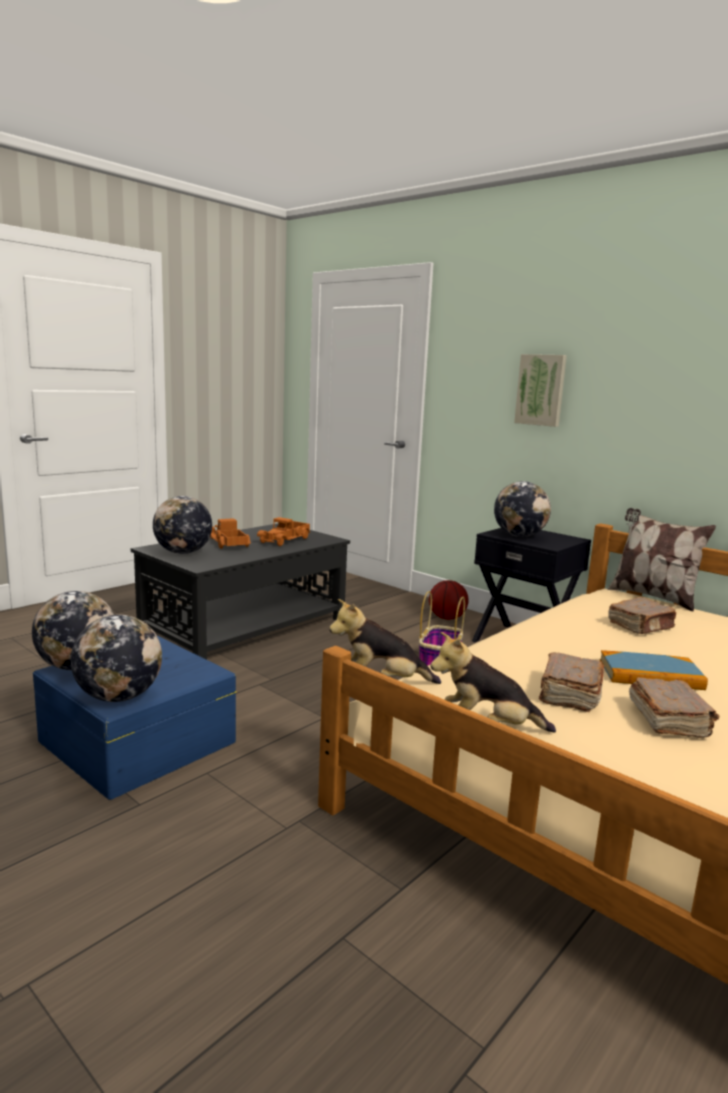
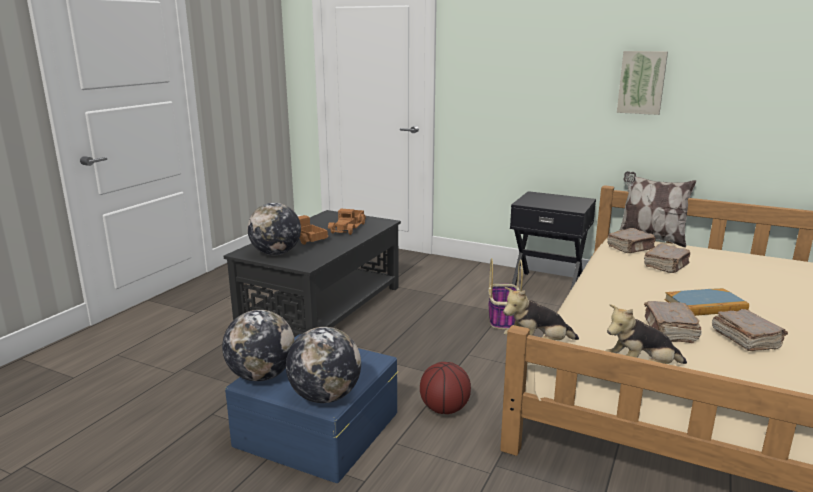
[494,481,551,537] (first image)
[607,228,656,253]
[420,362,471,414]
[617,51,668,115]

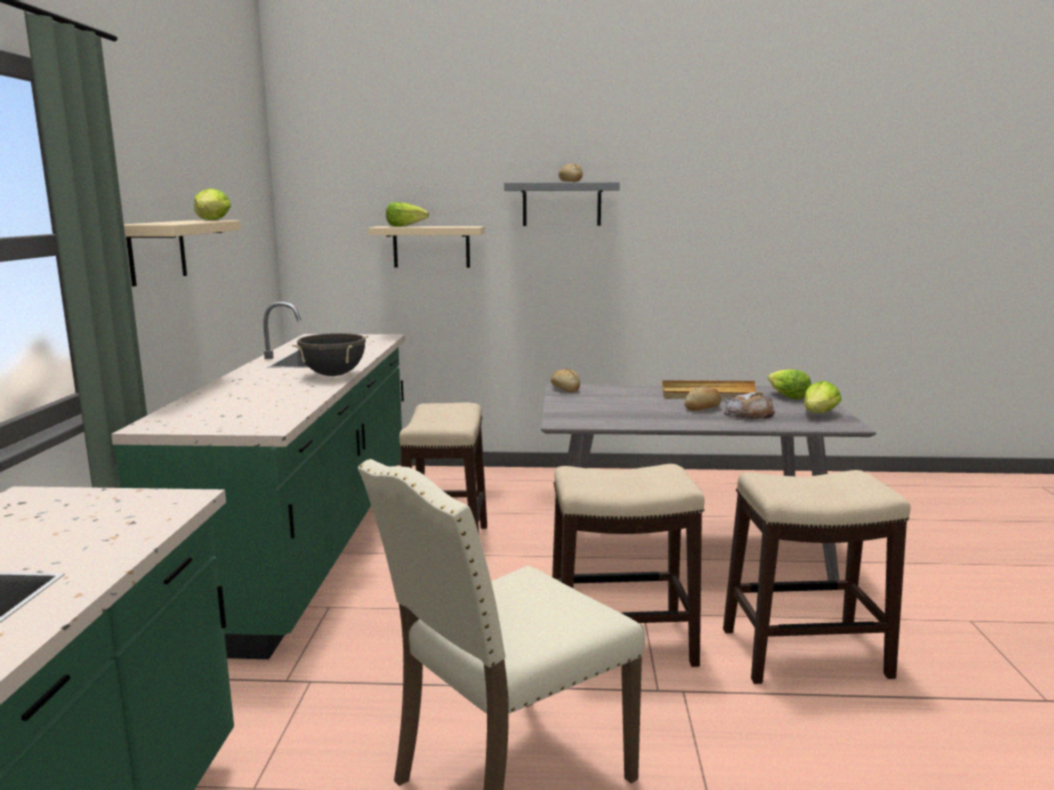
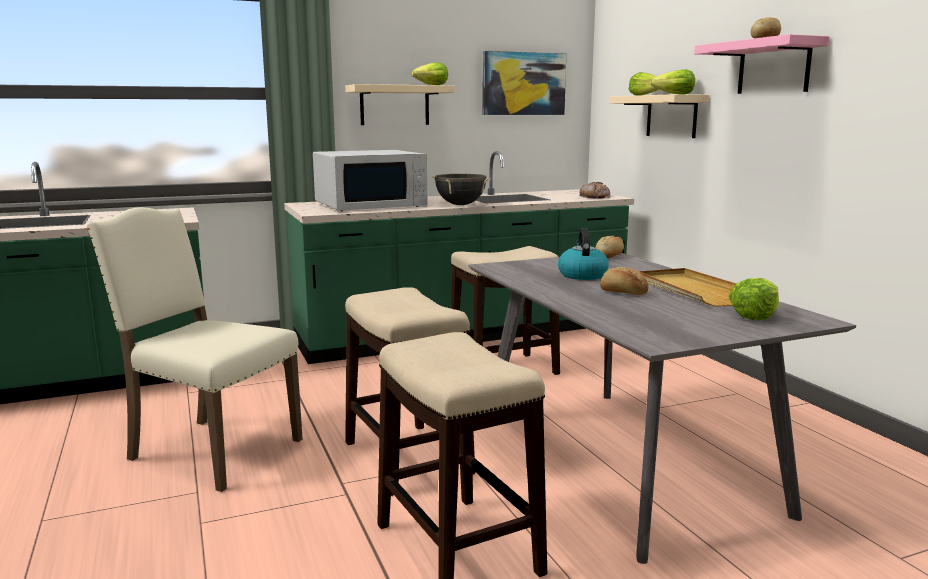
[313,150,427,211]
[482,51,566,115]
[558,228,609,280]
[579,182,610,199]
[650,69,695,94]
[694,34,830,94]

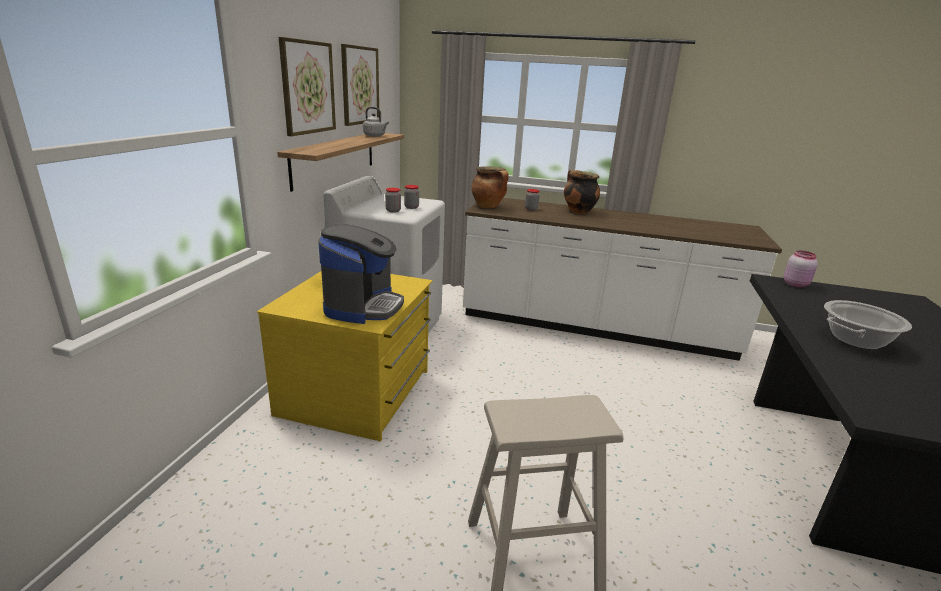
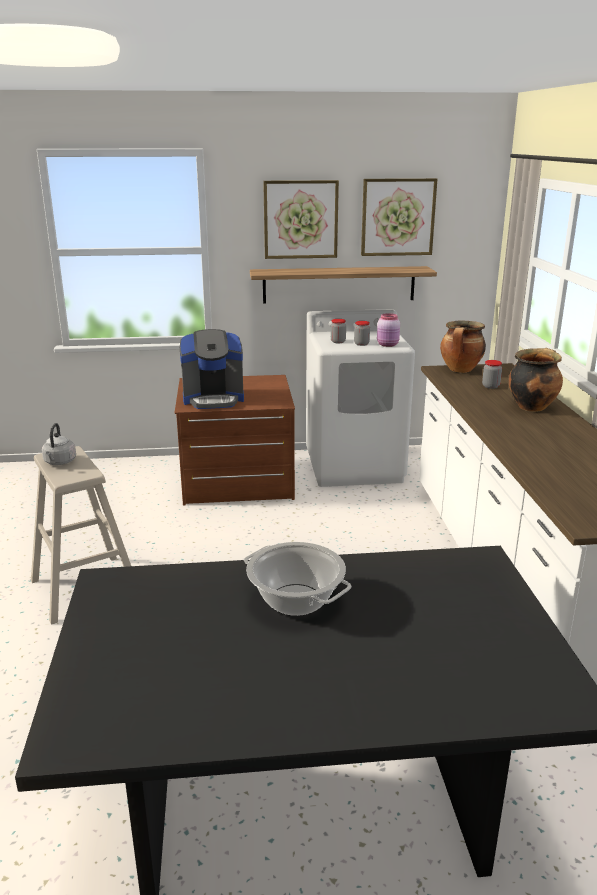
[42,423,76,465]
[377,313,400,347]
[174,375,295,506]

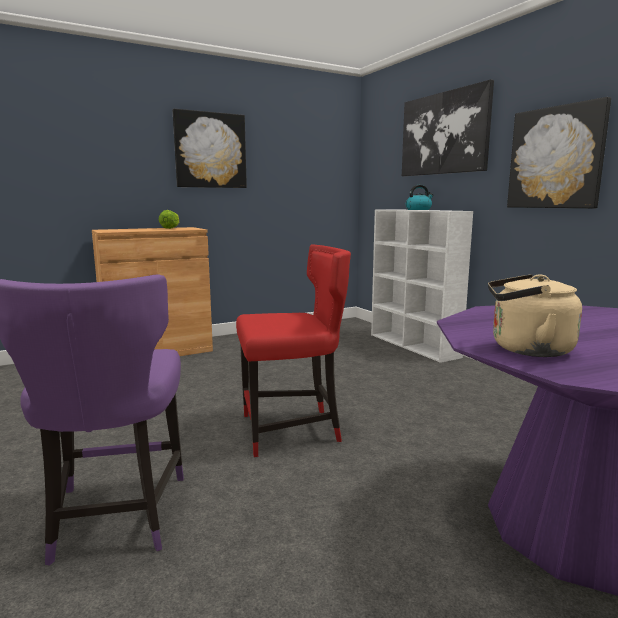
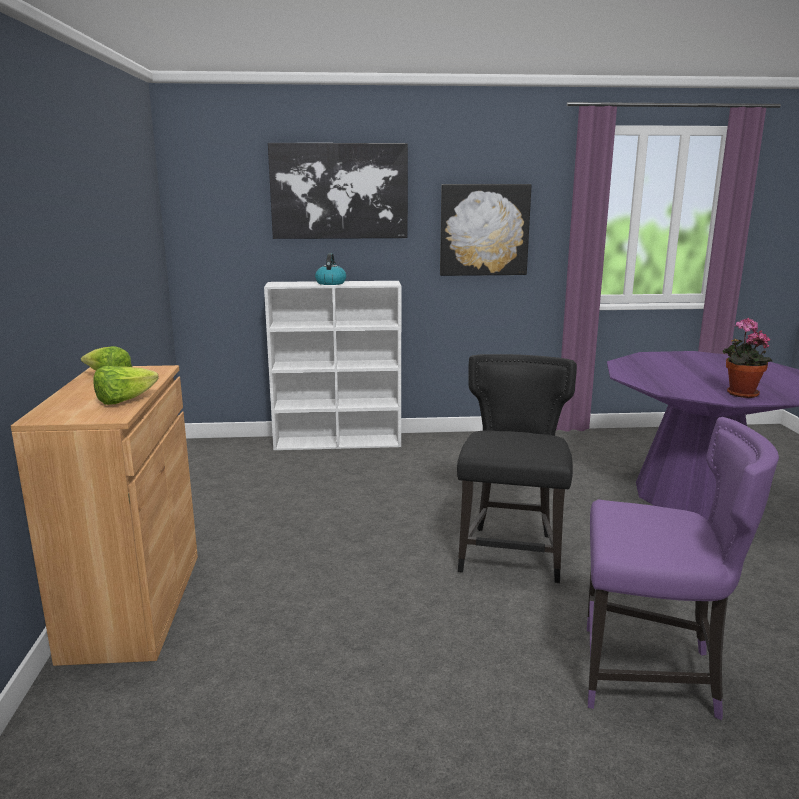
[173,109,247,188] (first image)
[93,366,159,405]
[723,318,772,398]
[457,354,577,583]

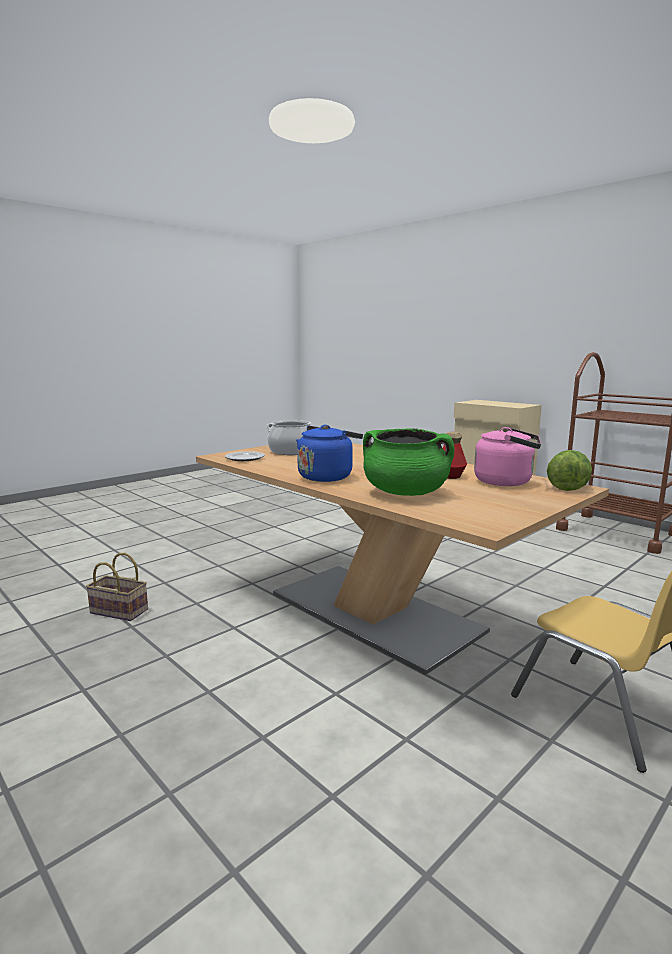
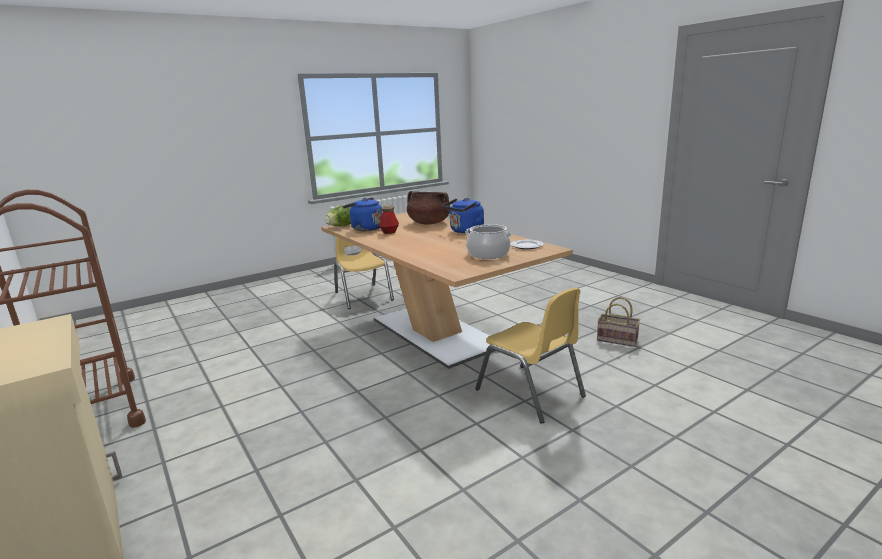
[475,288,586,424]
[407,191,450,225]
[343,197,383,231]

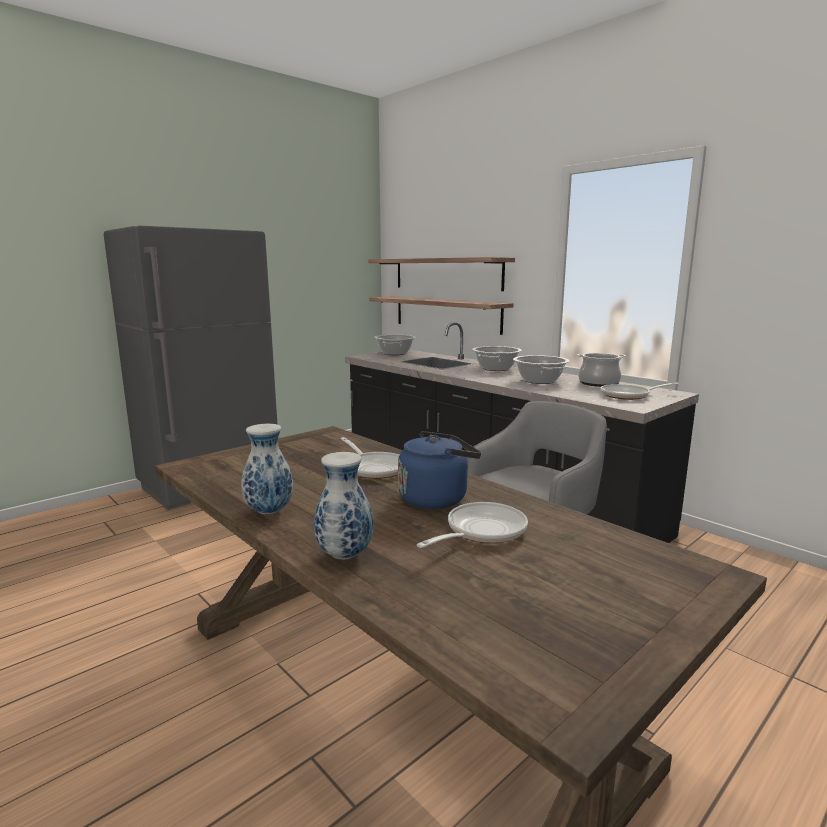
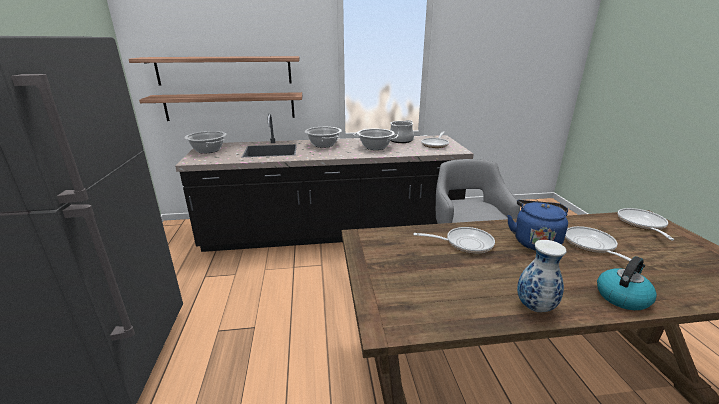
[618,208,675,240]
[597,256,657,310]

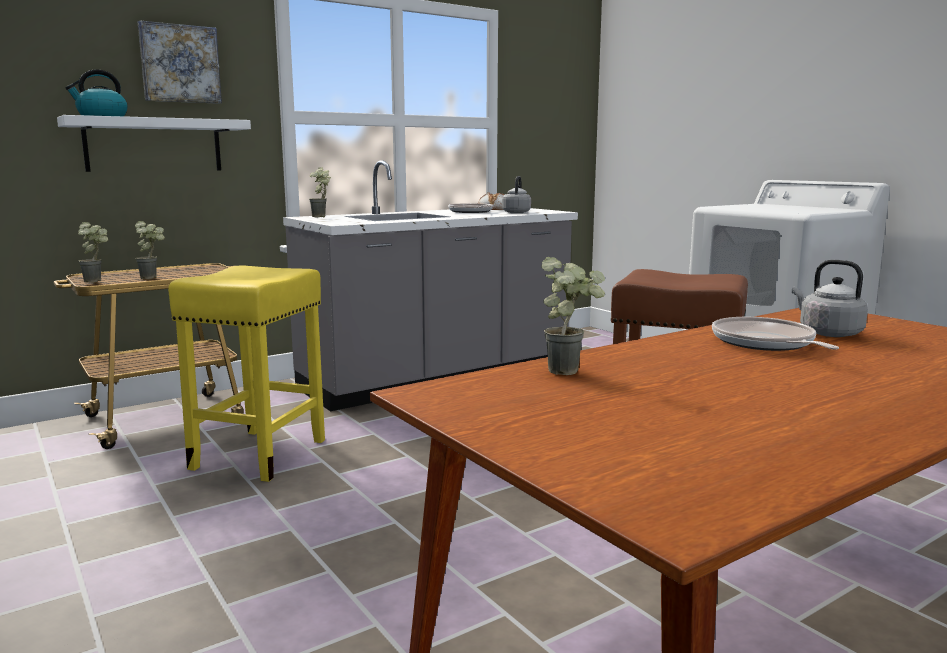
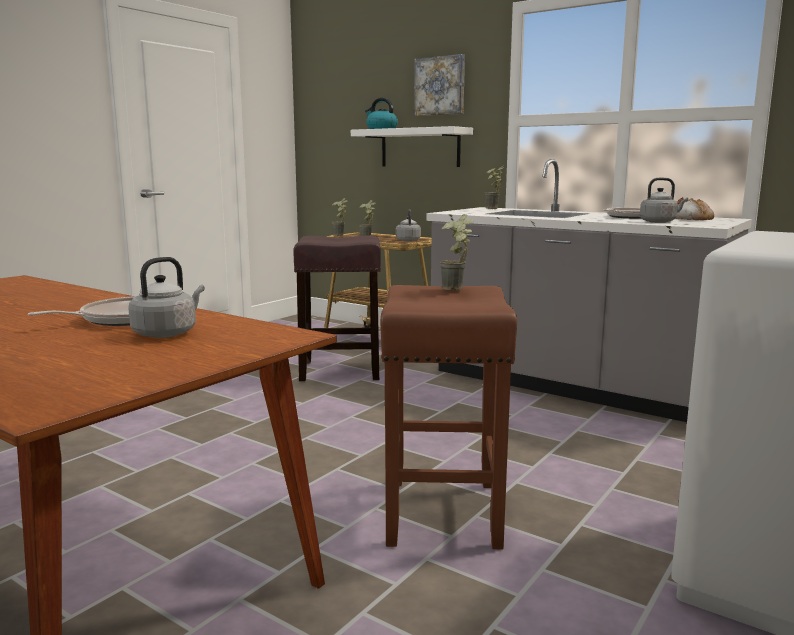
[396,209,421,241]
[440,214,473,290]
[293,235,381,381]

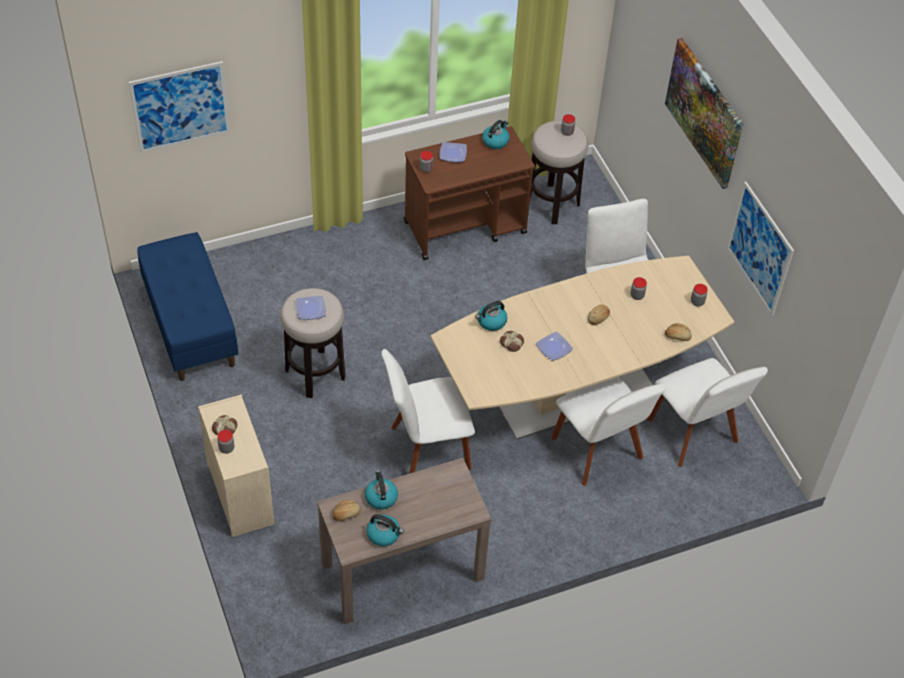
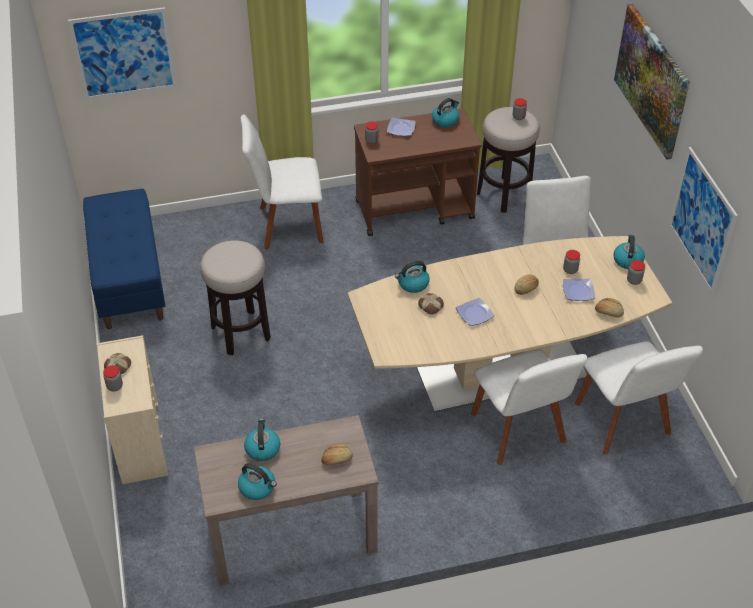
[613,235,645,269]
[563,279,595,301]
[321,444,353,465]
[241,114,324,250]

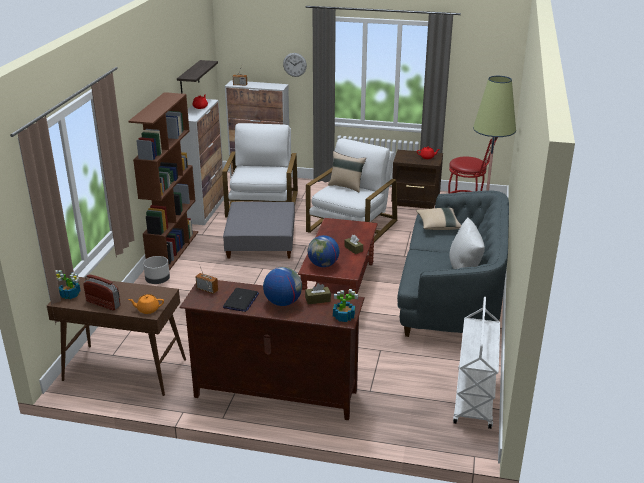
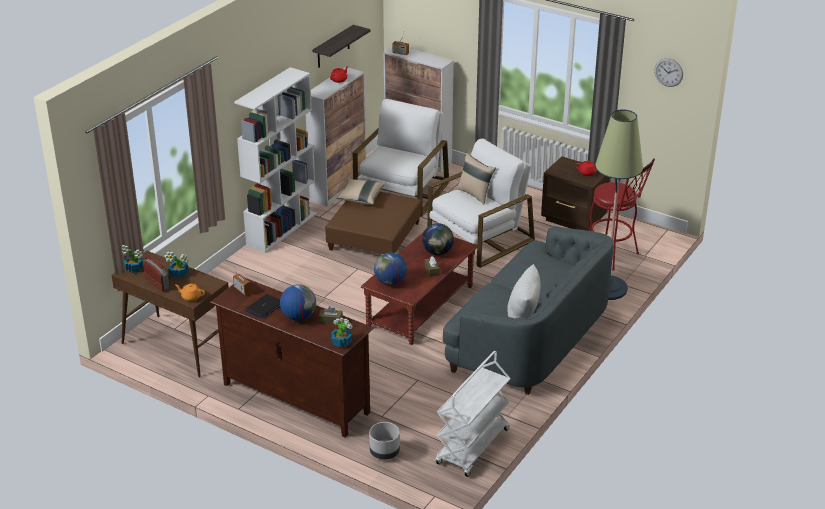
[164,252,189,278]
[422,223,454,255]
[369,422,400,460]
[654,58,683,87]
[337,179,385,205]
[234,67,317,253]
[325,192,422,254]

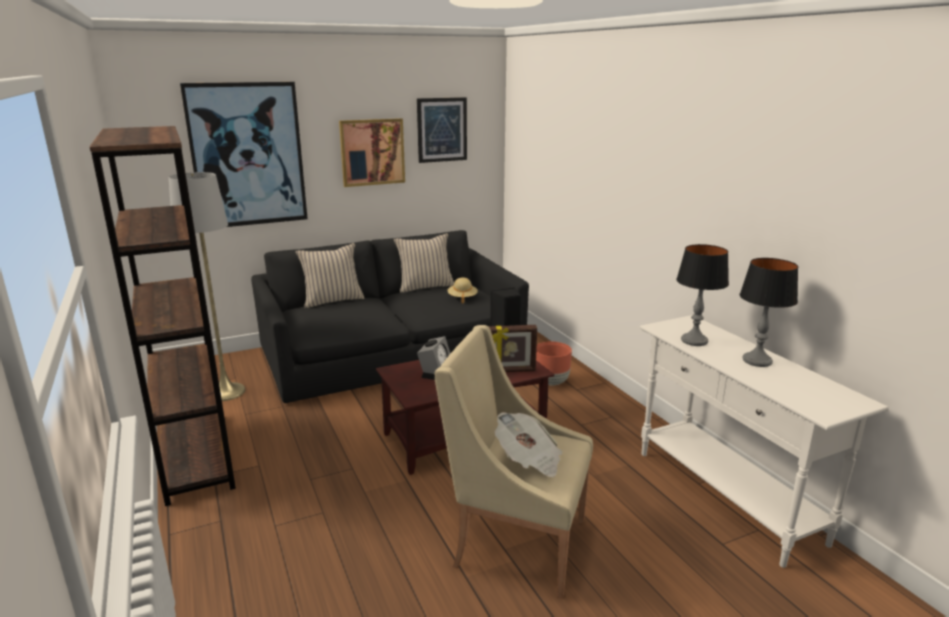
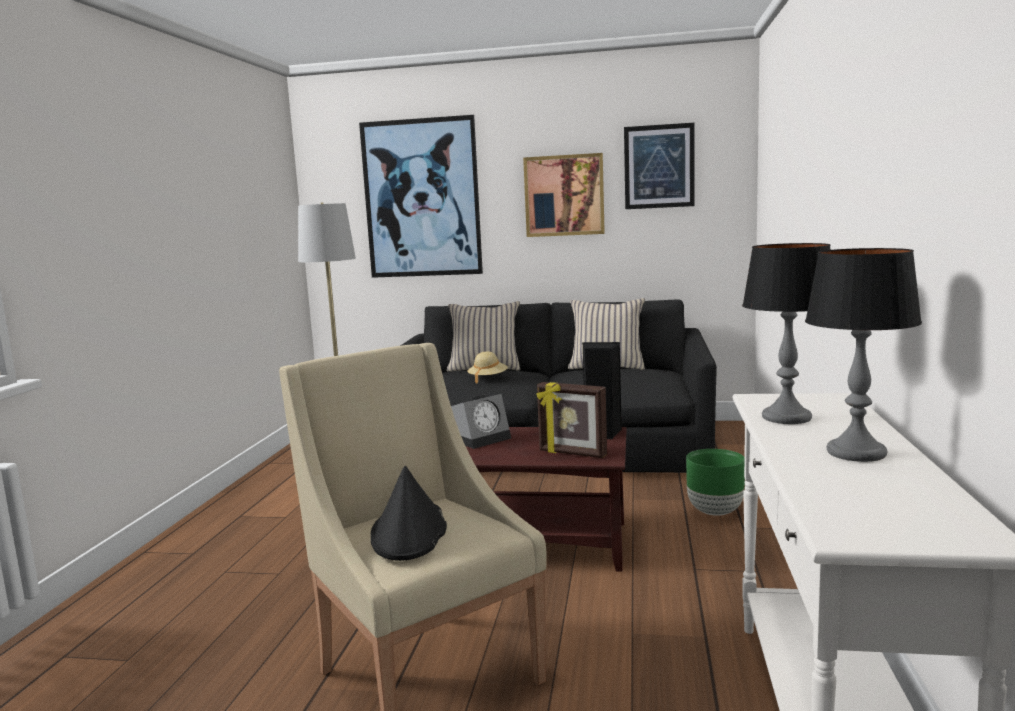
[89,126,236,506] (first image)
[467,351,508,383]
[370,466,447,561]
[686,449,745,516]

